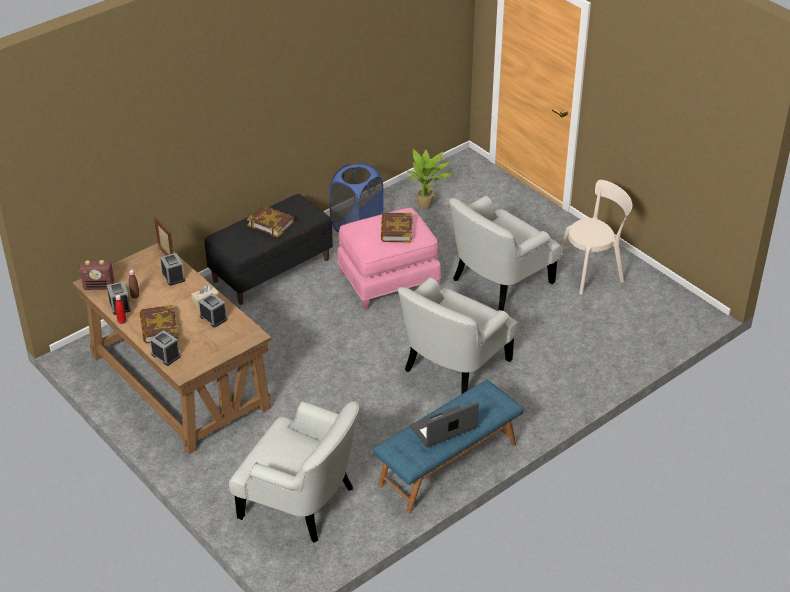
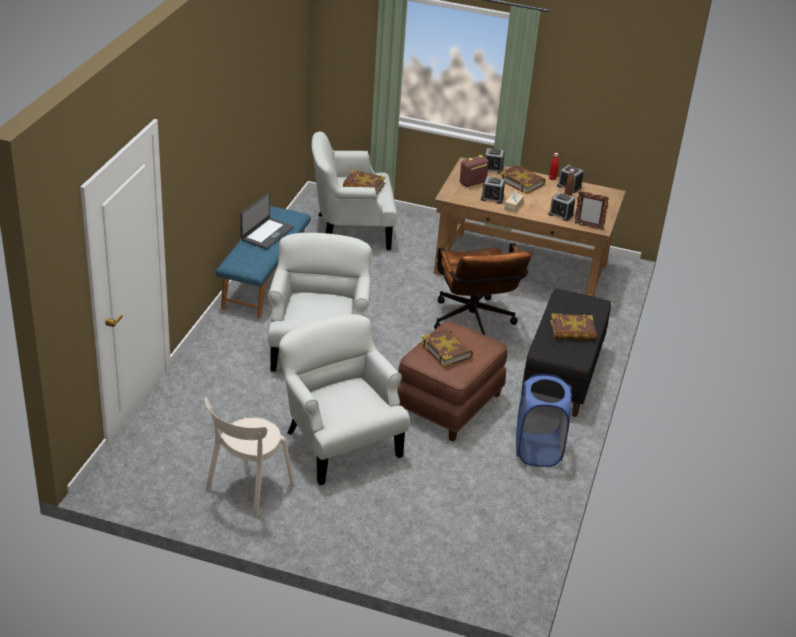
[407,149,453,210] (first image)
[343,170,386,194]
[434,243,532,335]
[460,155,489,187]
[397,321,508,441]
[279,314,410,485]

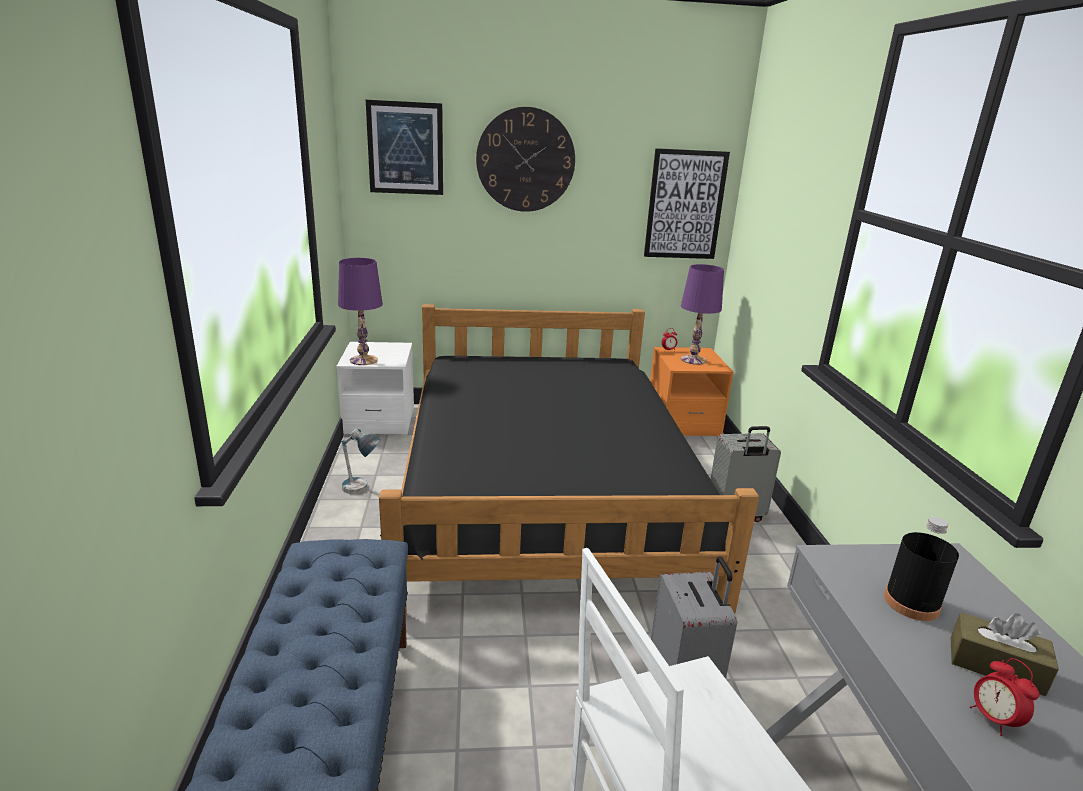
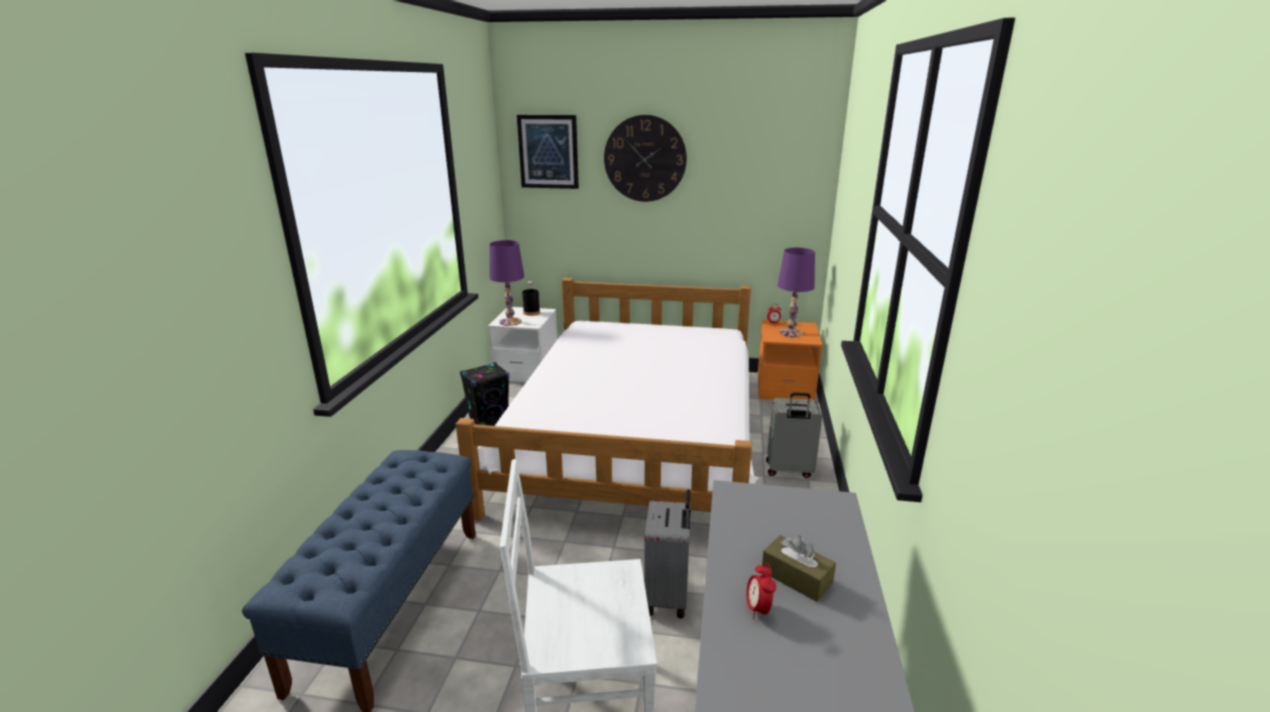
[644,148,730,259] (first image)
[522,281,540,316]
[460,362,509,426]
[456,278,758,521]

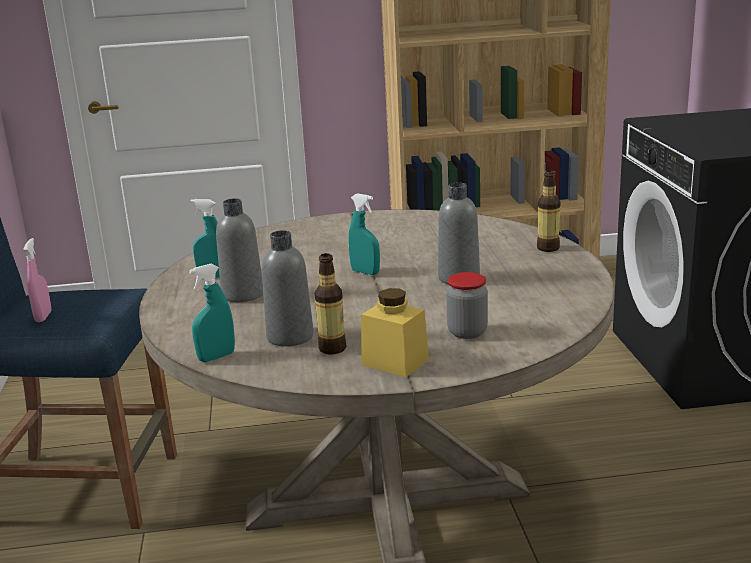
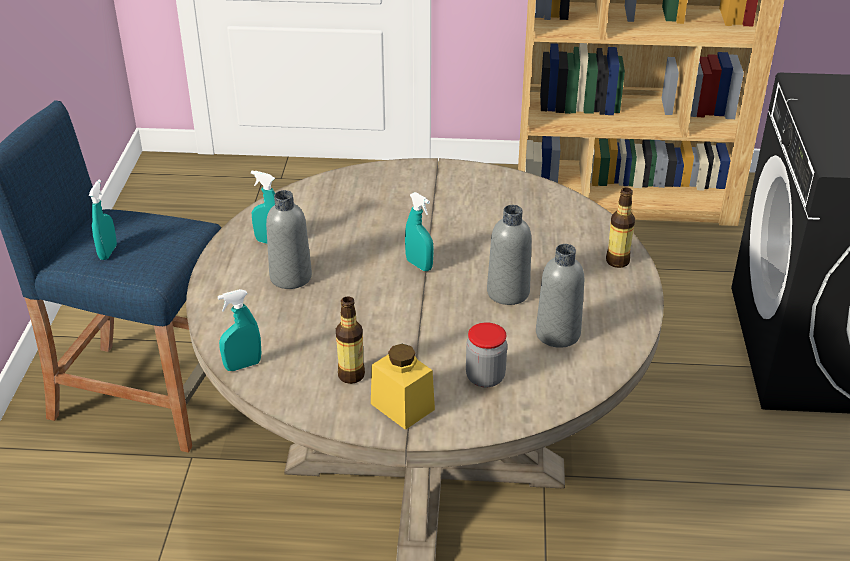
[536,244,584,348]
[89,180,117,260]

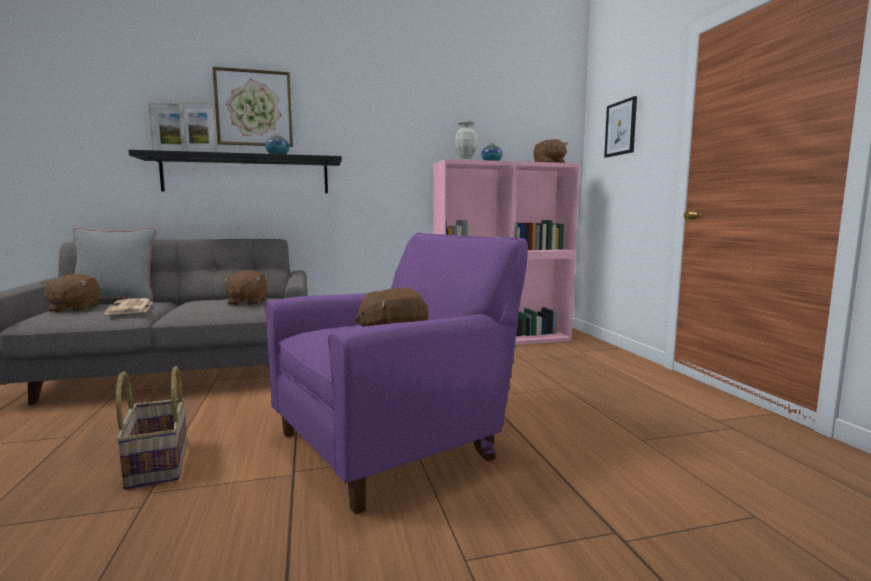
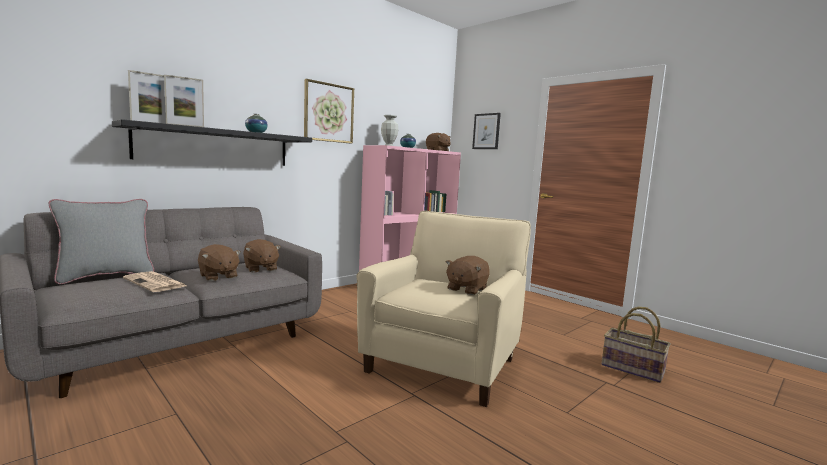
[198,244,241,281]
[601,307,671,383]
[304,79,354,144]
[356,211,531,407]

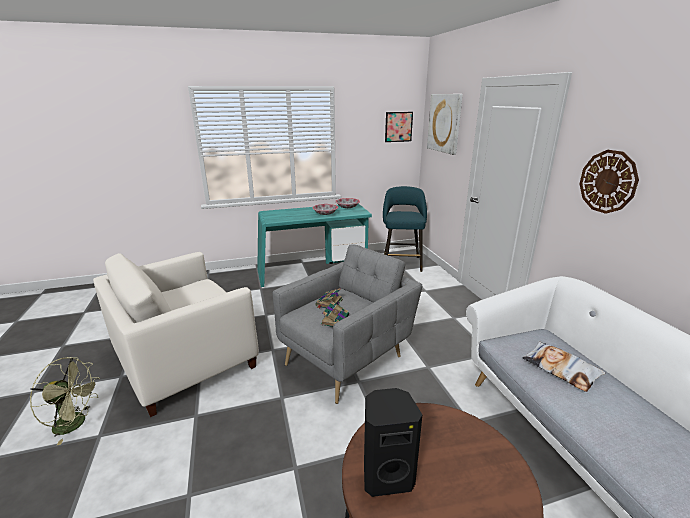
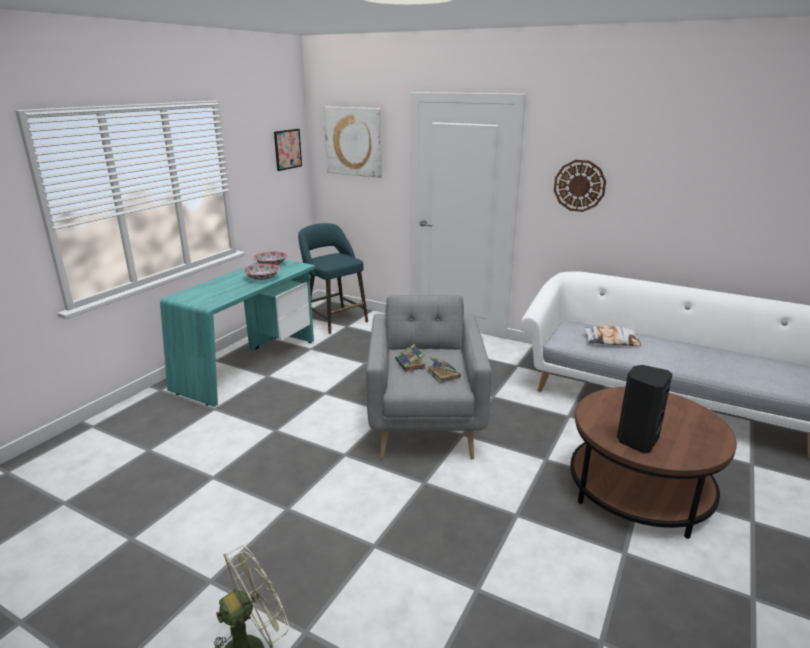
[93,252,259,417] (first image)

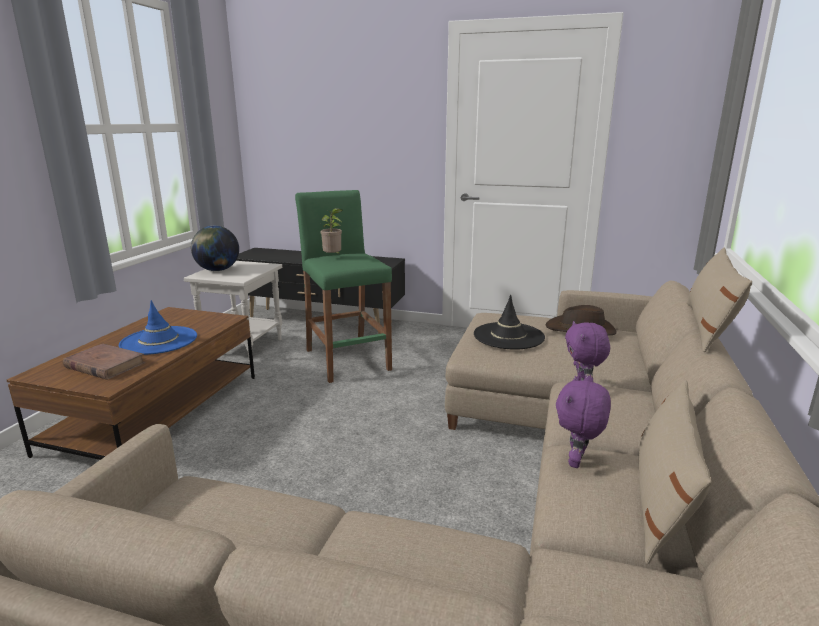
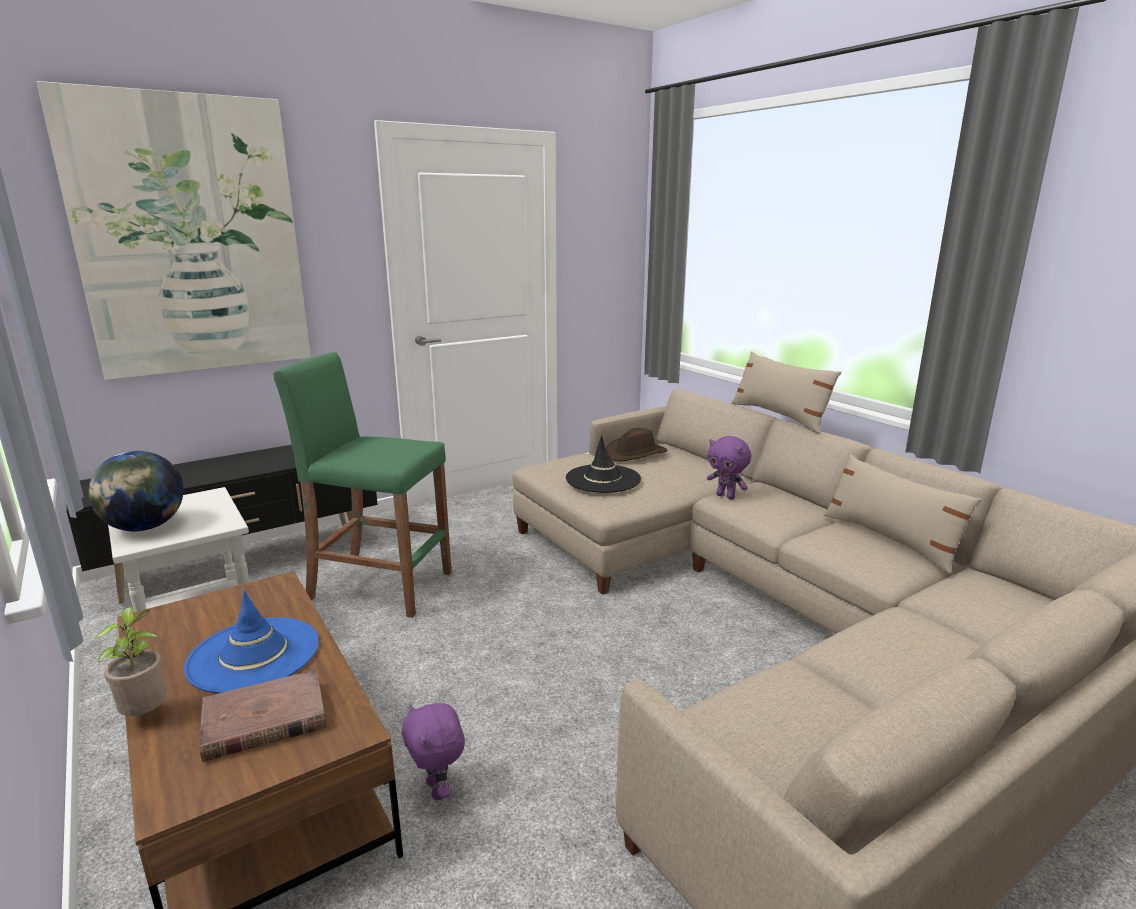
[36,81,311,380]
[94,607,166,716]
[402,703,465,800]

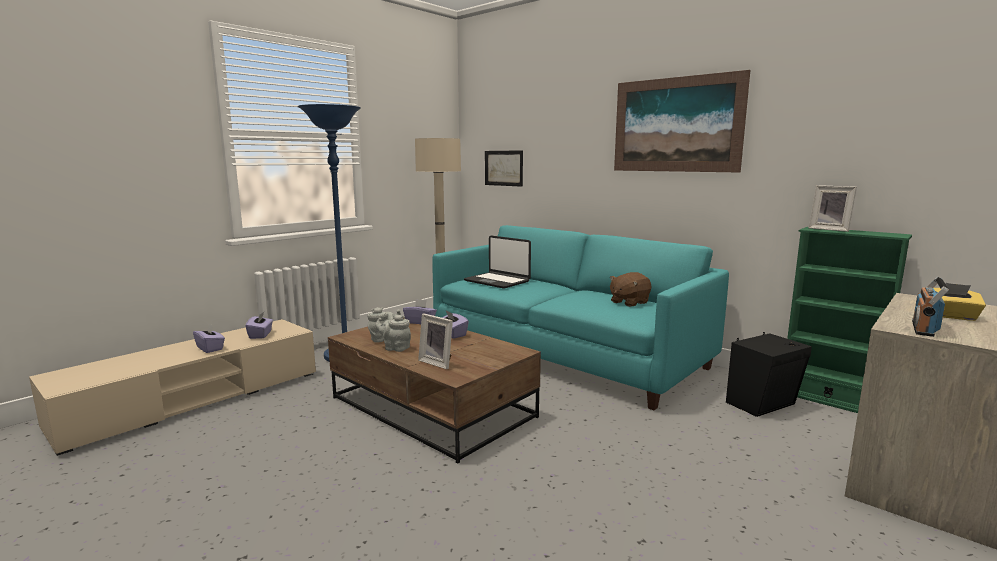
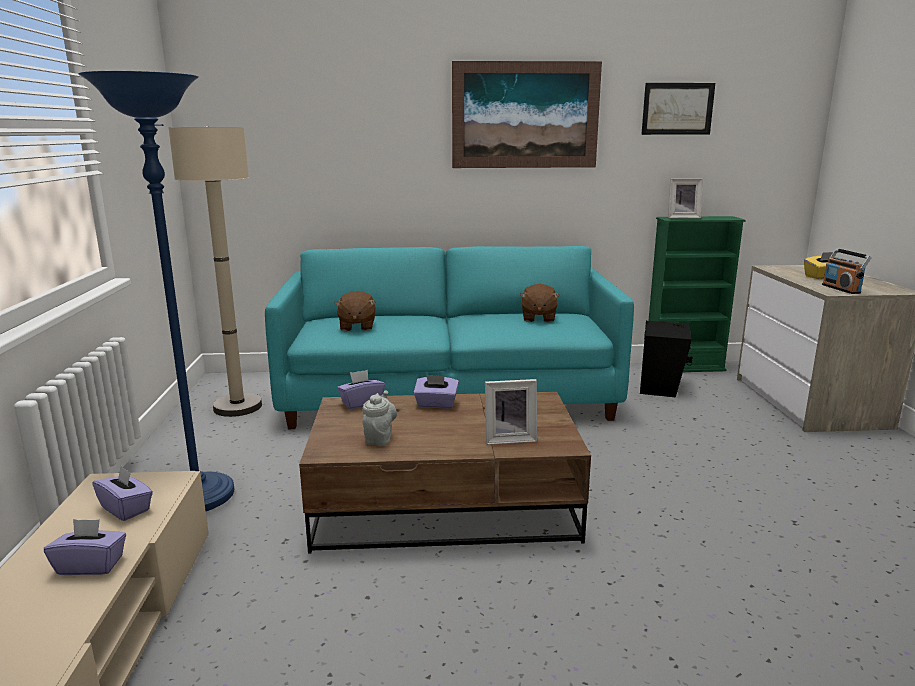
[375,315,411,352] (first image)
[641,83,715,135]
[334,291,376,331]

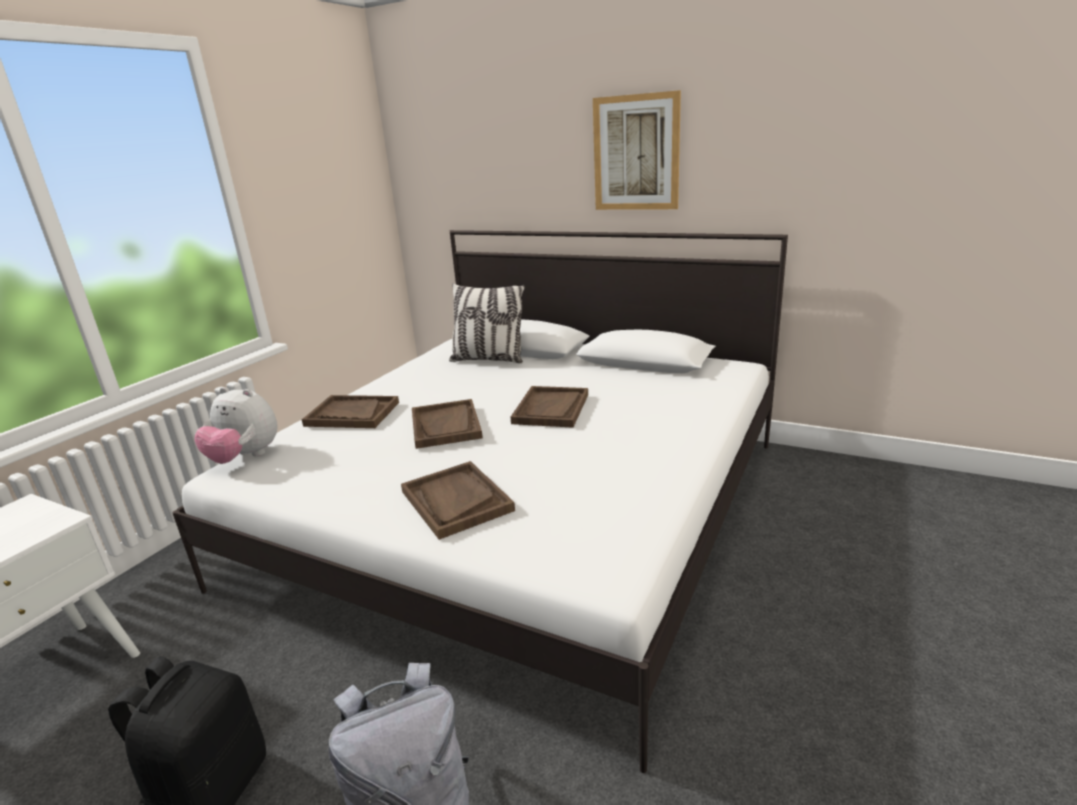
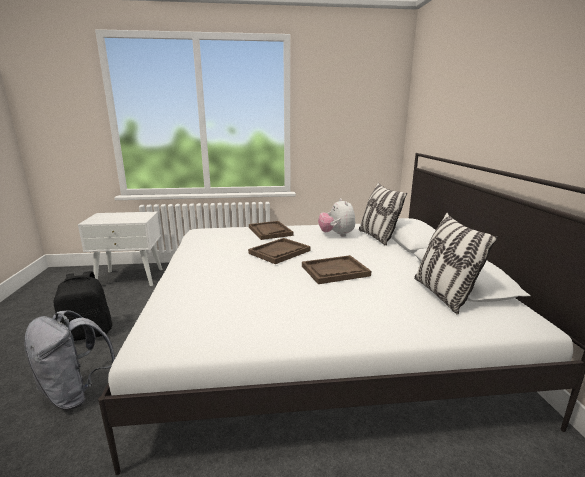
[401,461,515,540] (first image)
[593,90,681,210] (first image)
[414,213,498,315]
[318,198,355,237]

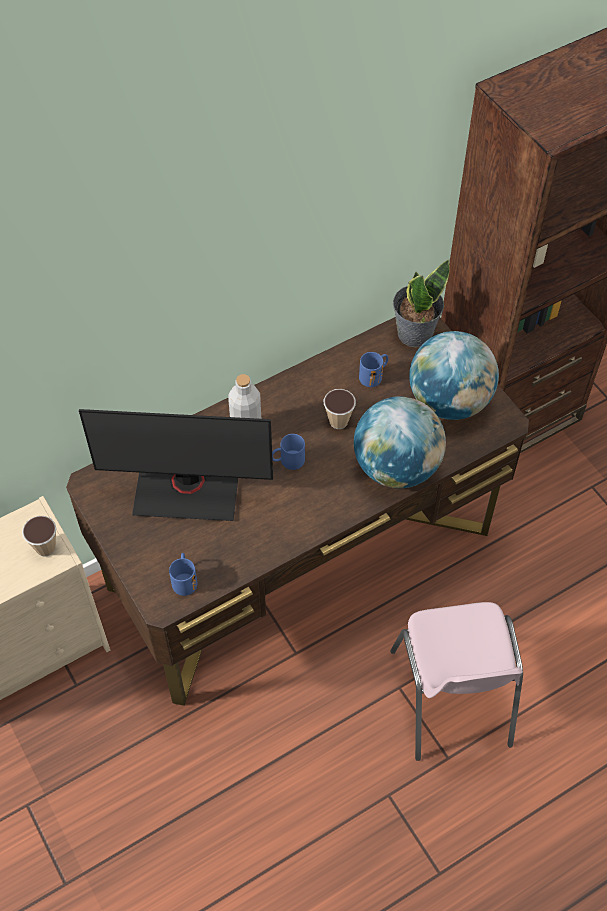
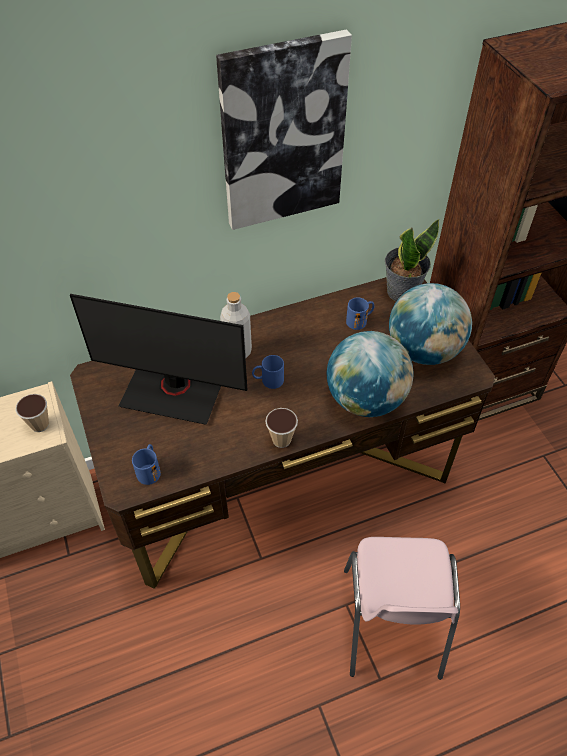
[216,29,352,230]
[265,408,298,448]

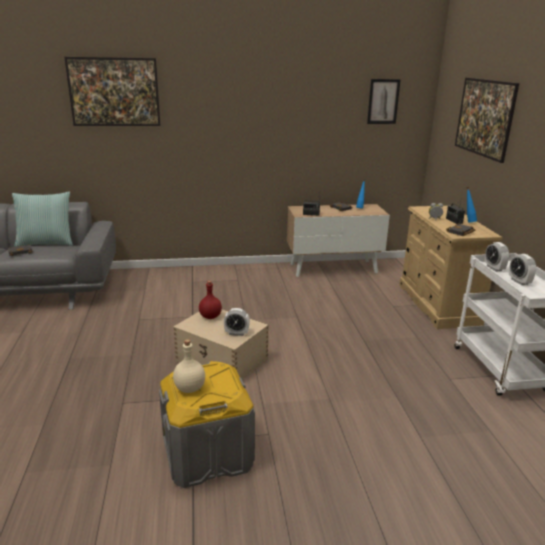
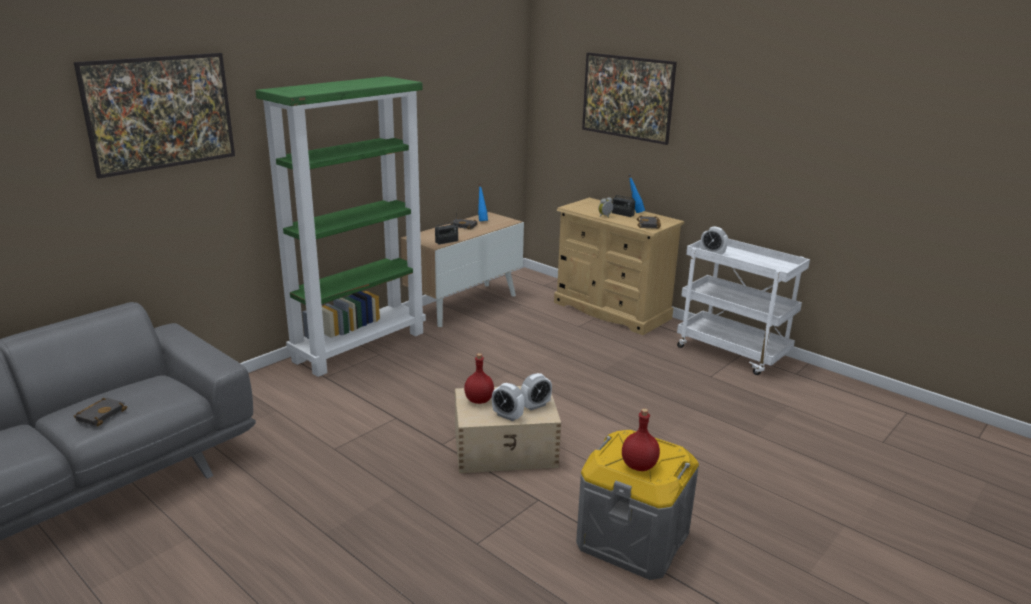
[12,192,73,247] (first image)
[367,79,401,124] (first image)
[255,76,426,377]
[492,383,525,421]
[622,408,660,471]

